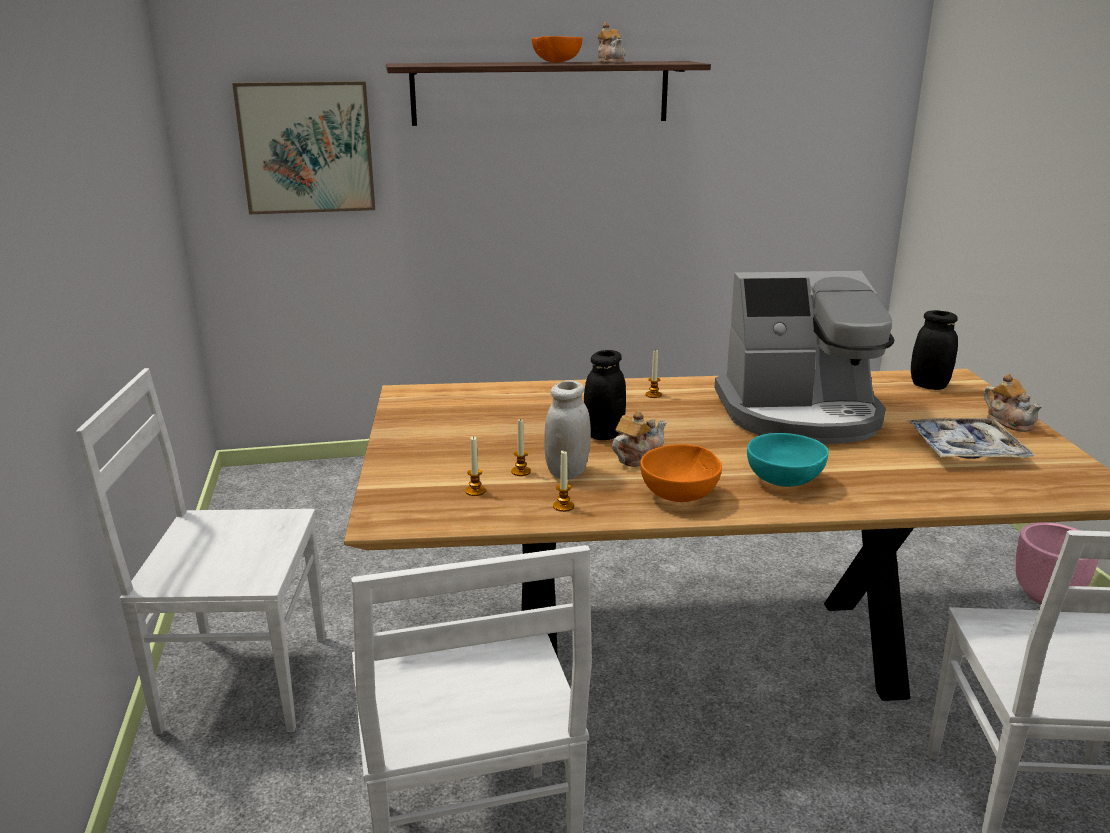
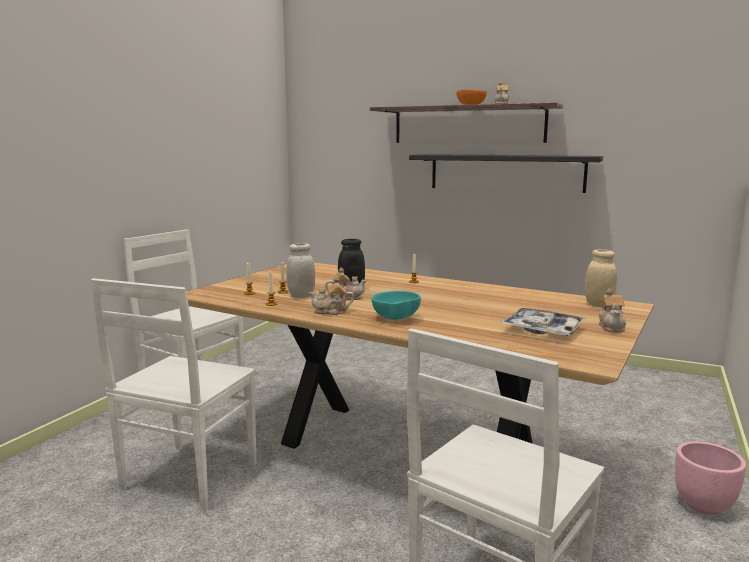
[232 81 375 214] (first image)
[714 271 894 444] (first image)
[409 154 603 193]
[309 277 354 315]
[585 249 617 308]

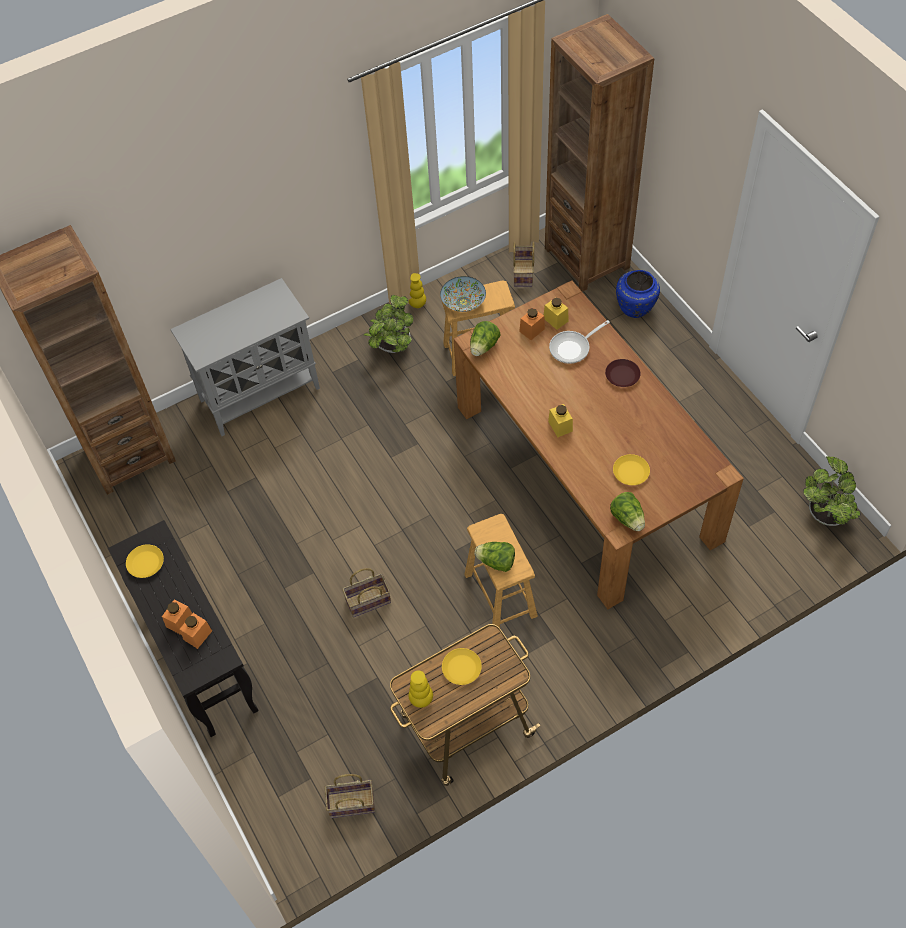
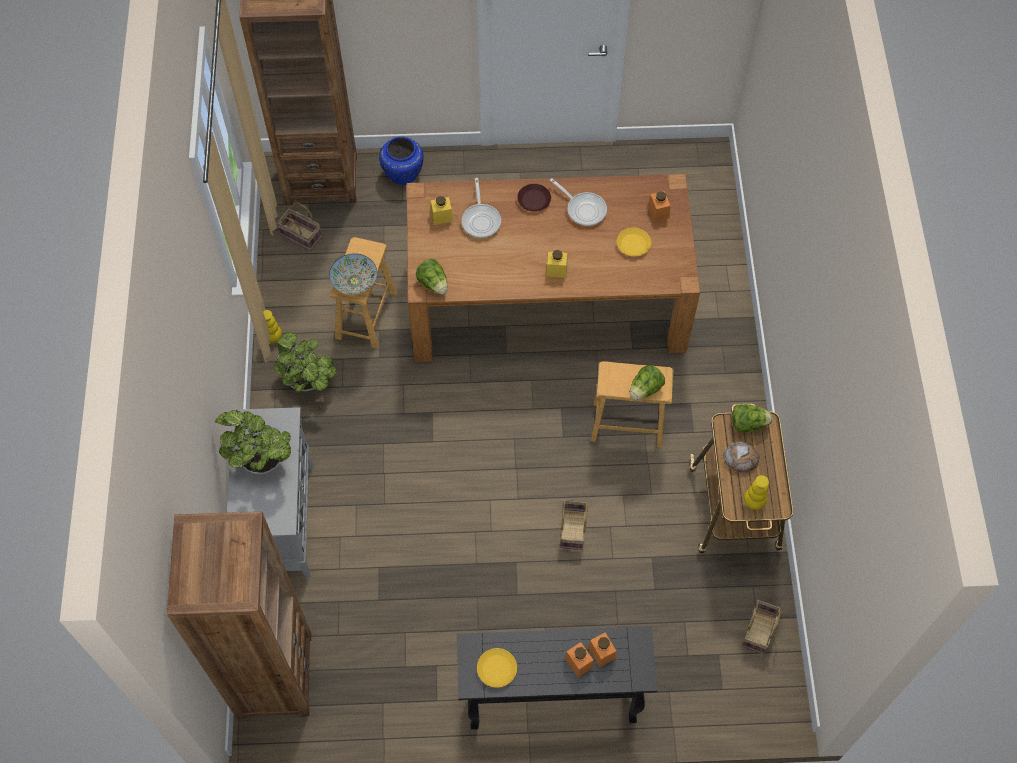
[550 178 607 226]
[648 191 671 222]
[732 404 772 432]
[215 410 291 474]
[723 442 760 475]

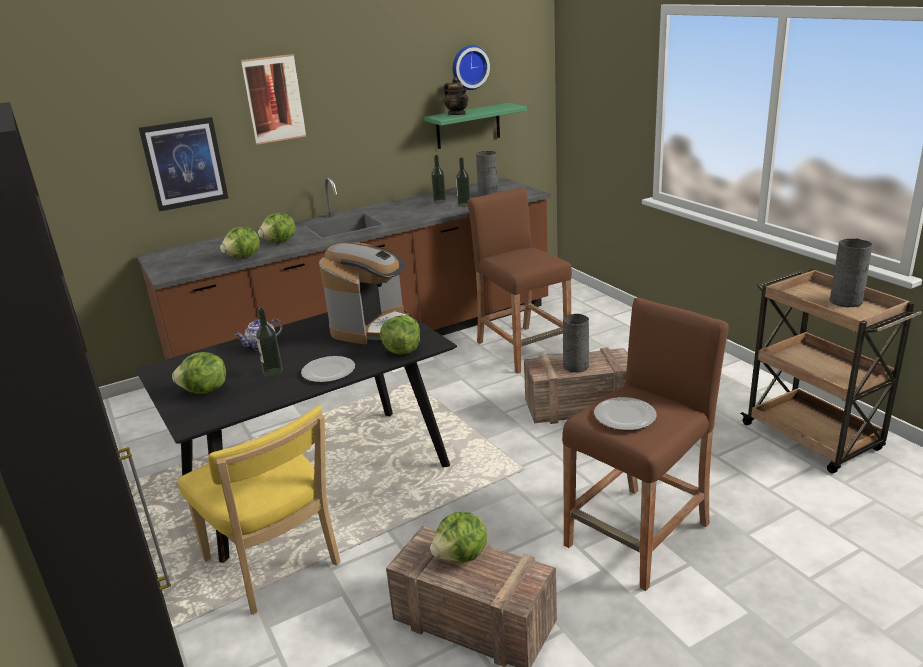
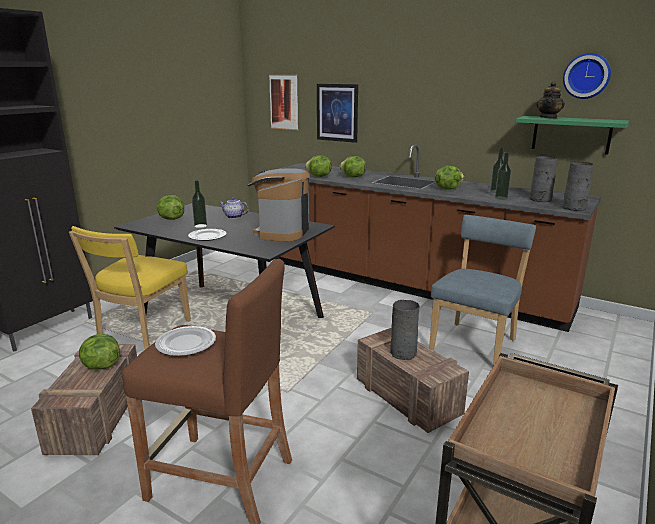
[269 75 298 130]
[435 166 464 190]
[562 162 594 211]
[429 215 536 366]
[247 168 310 241]

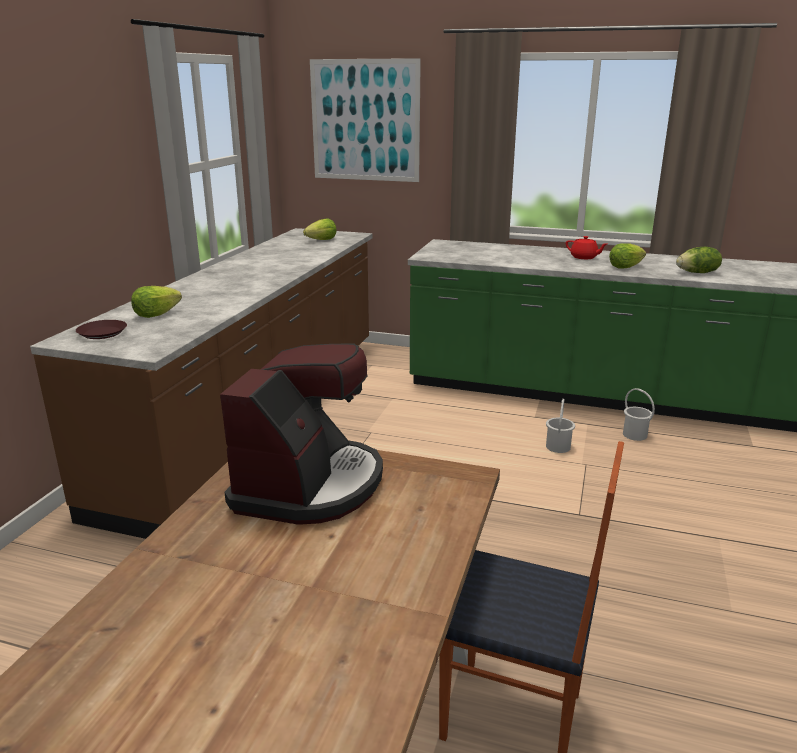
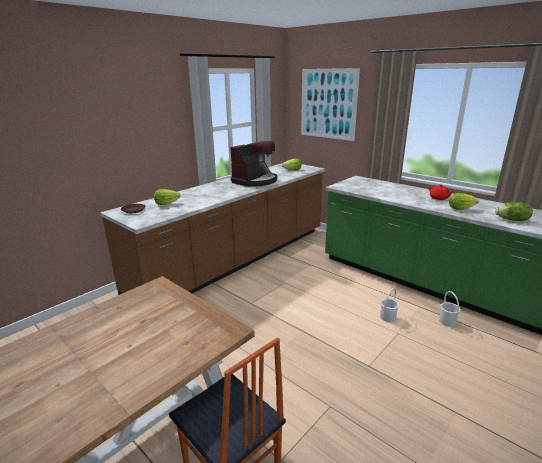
[230 141 277 187]

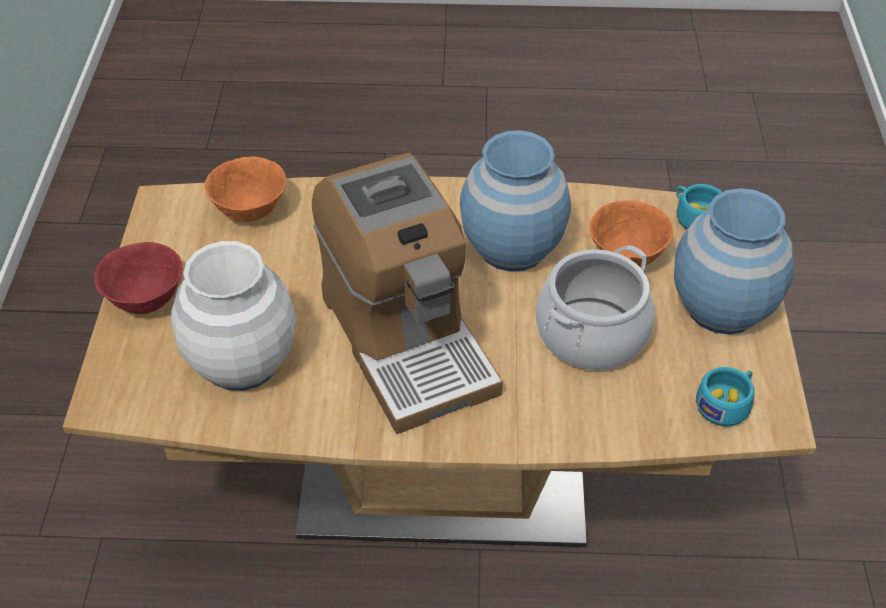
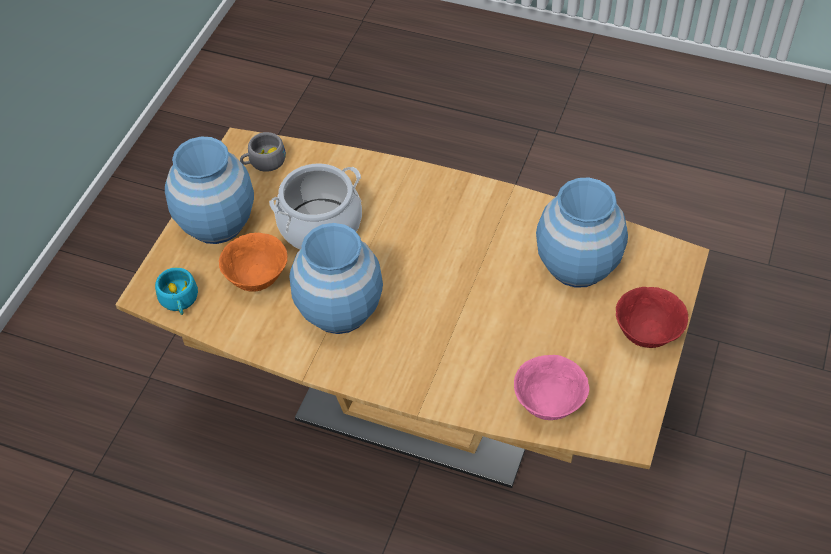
[312 153 503 434] (first image)
[536 178 628 288]
[514 355 589 420]
[240 132 286 172]

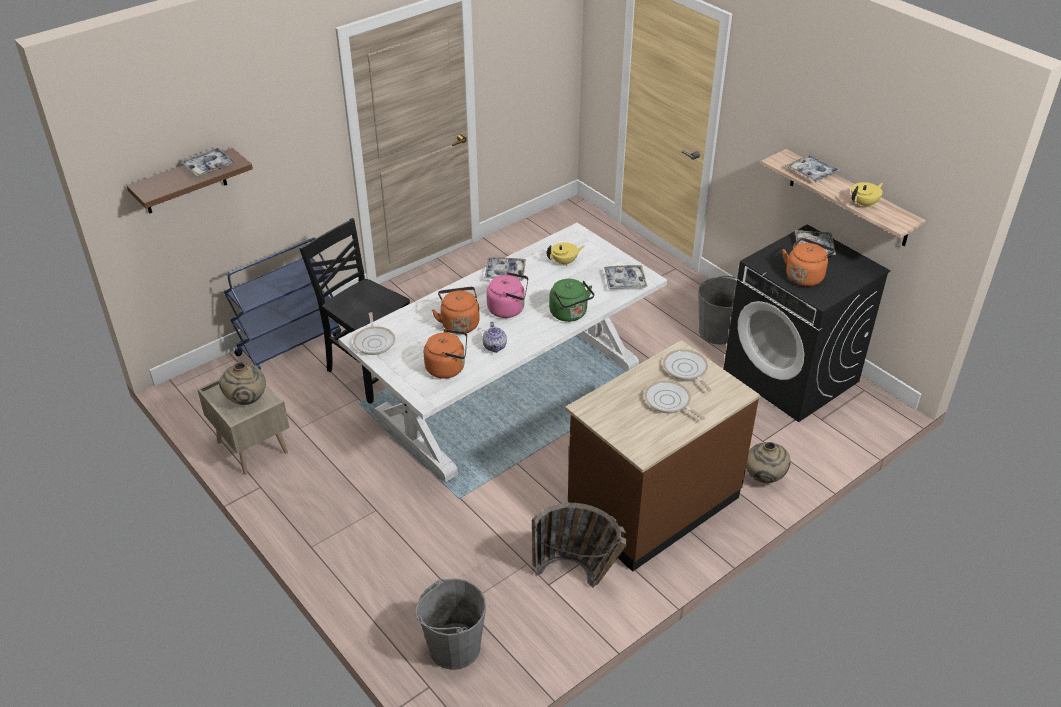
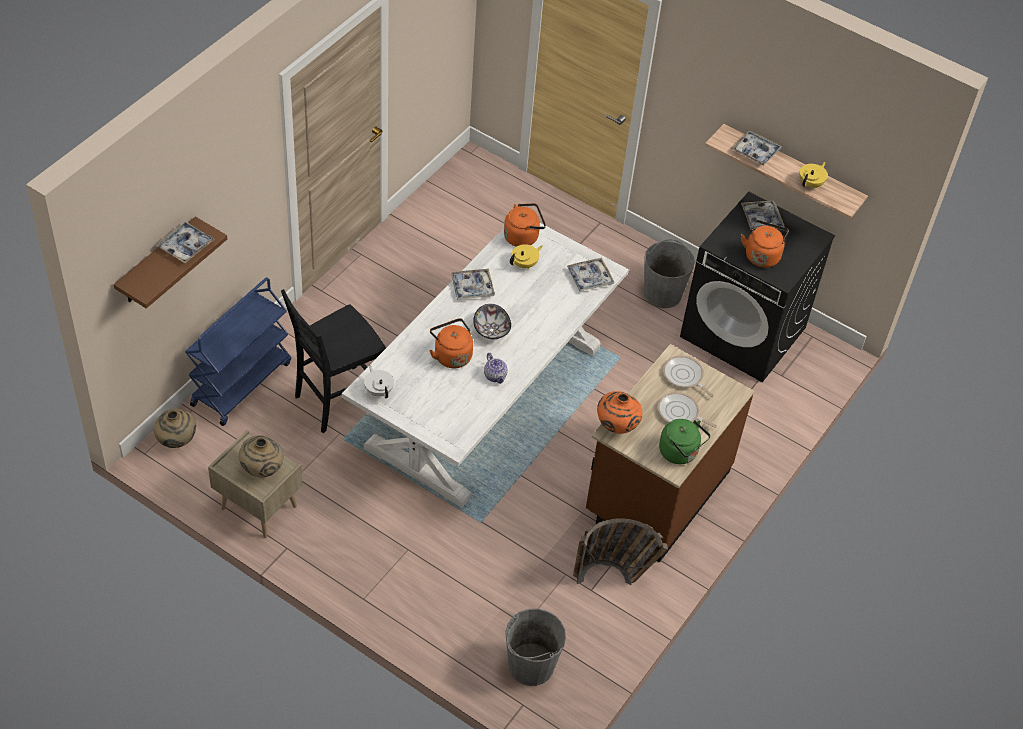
[597 391 642 434]
[504 203 546 247]
[659 419 710 464]
[154 409 196 448]
[364 365 394 398]
[473 304 511 339]
[281 289 386 433]

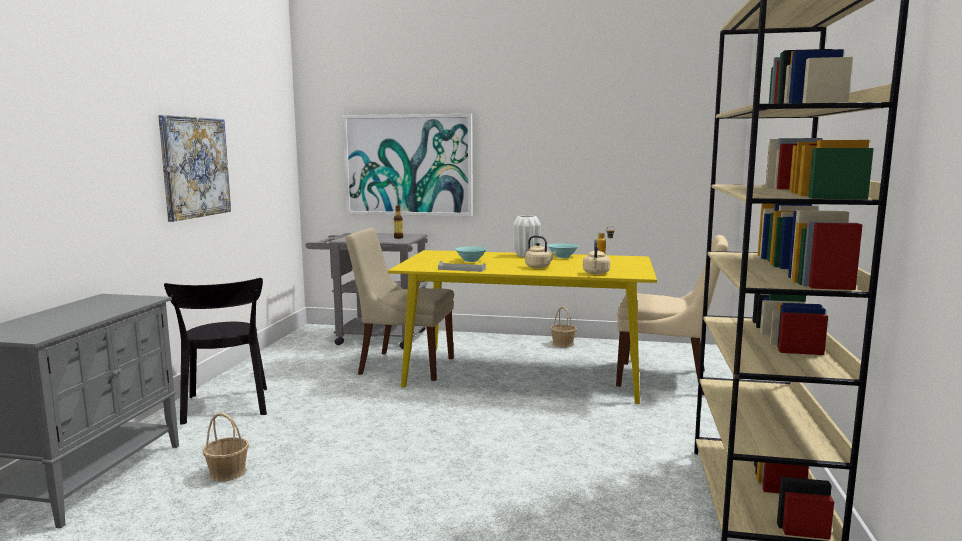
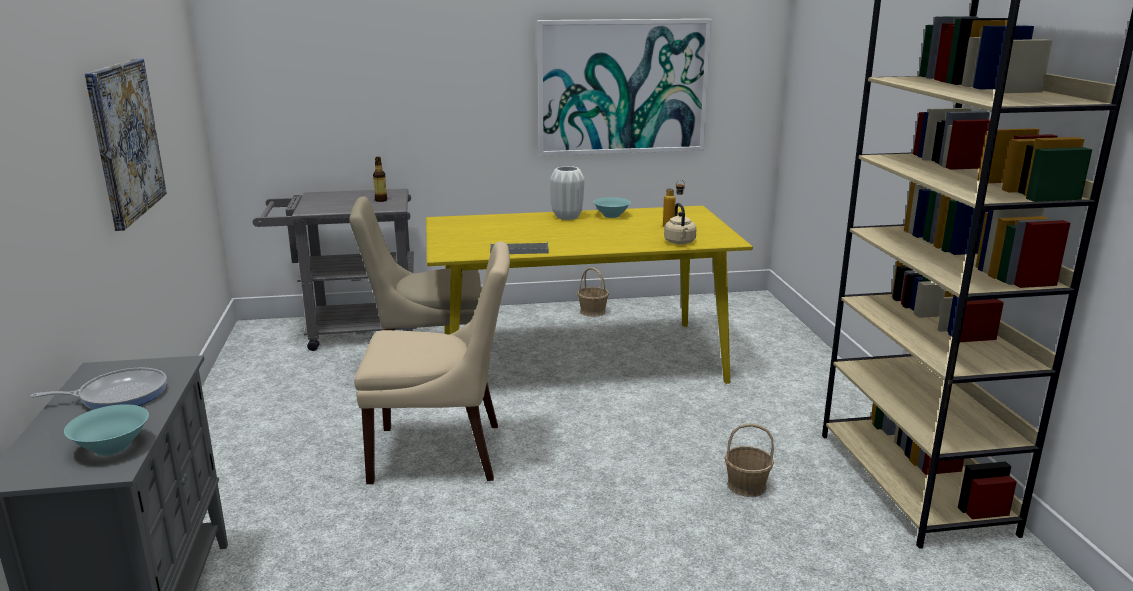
[164 278 267 425] (first image)
[525 236 556 268] (first image)
[31 368 167 409]
[724 423 774 497]
[537 19 711 156]
[64 404 149 456]
[354 242 510 484]

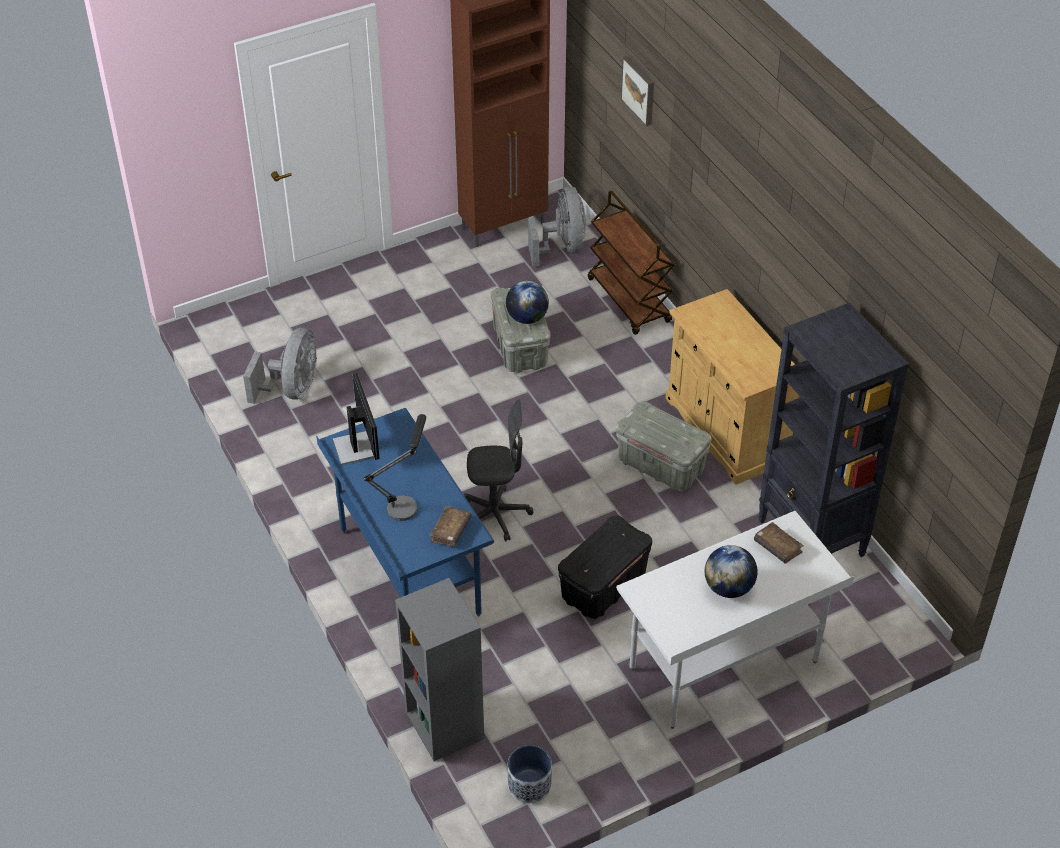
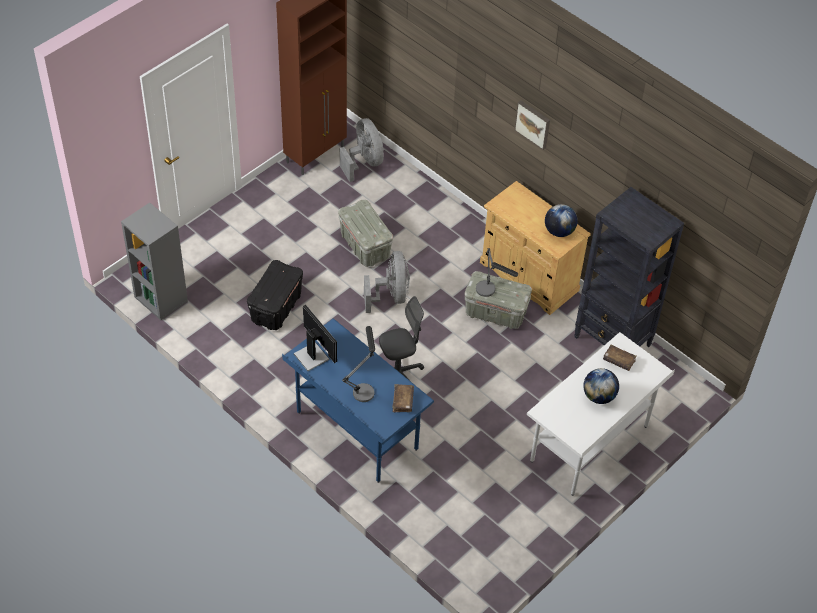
[508 745 552 803] (first image)
[588 191 675 335] (first image)
[476 248 518 297]
[364 251 410 313]
[121 203 188 320]
[545 204 578 237]
[247 260 303 330]
[514 100 550 150]

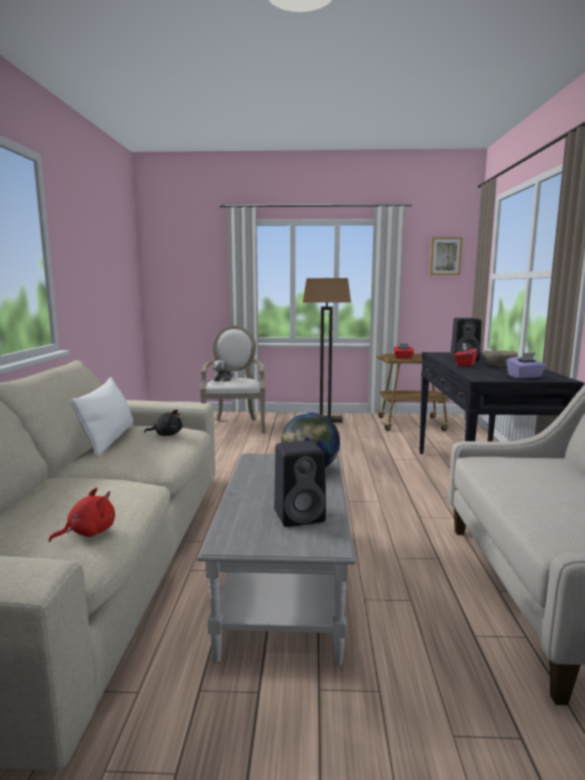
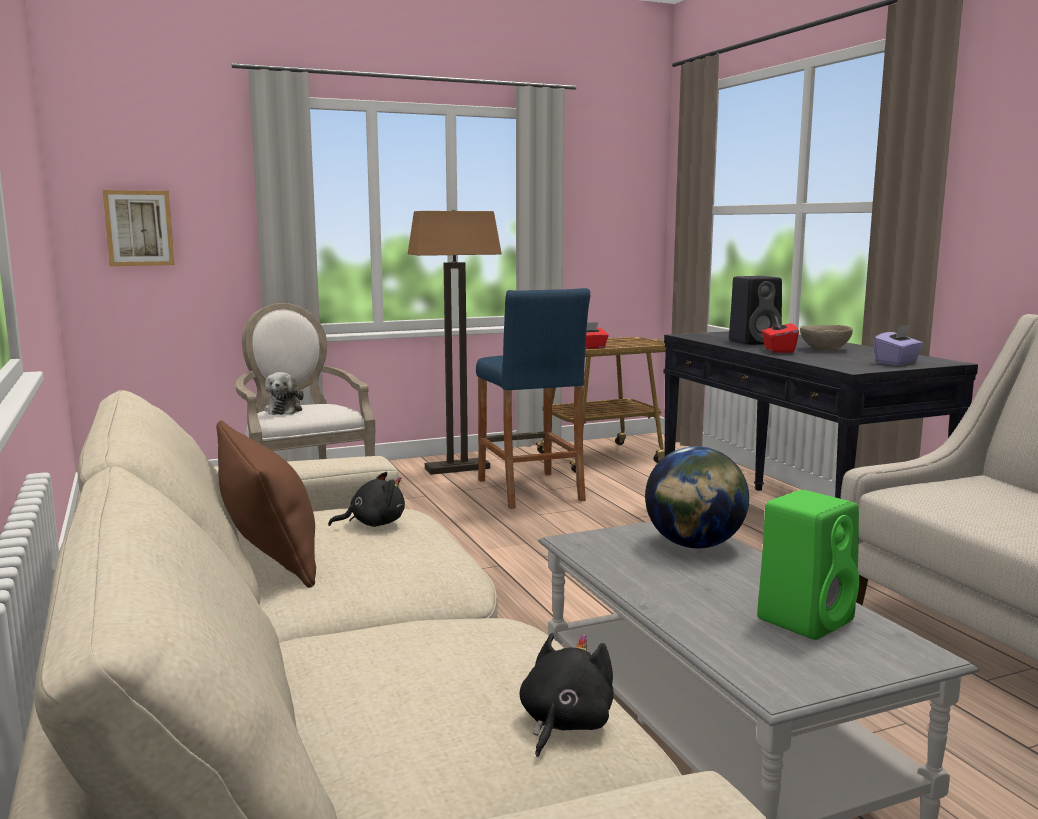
[476 288 590 509]
[103 190 175 266]
[520 633 614 757]
[216 420 316 588]
[757 490 859 640]

